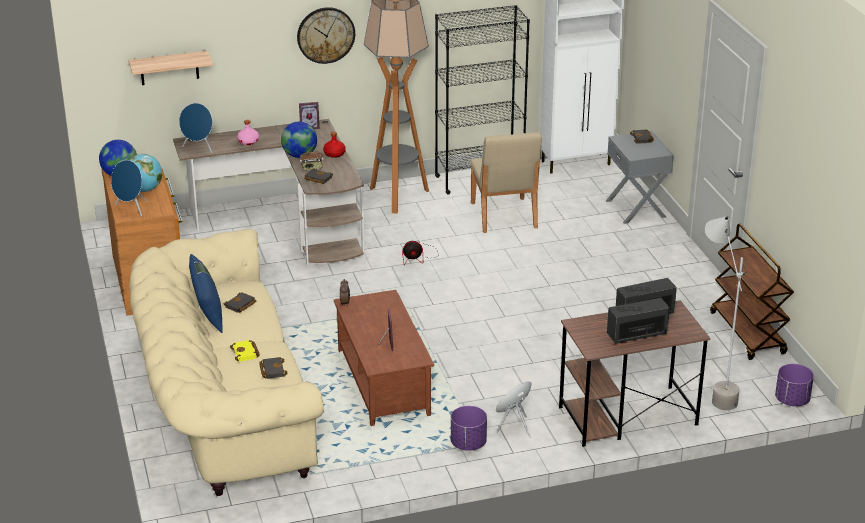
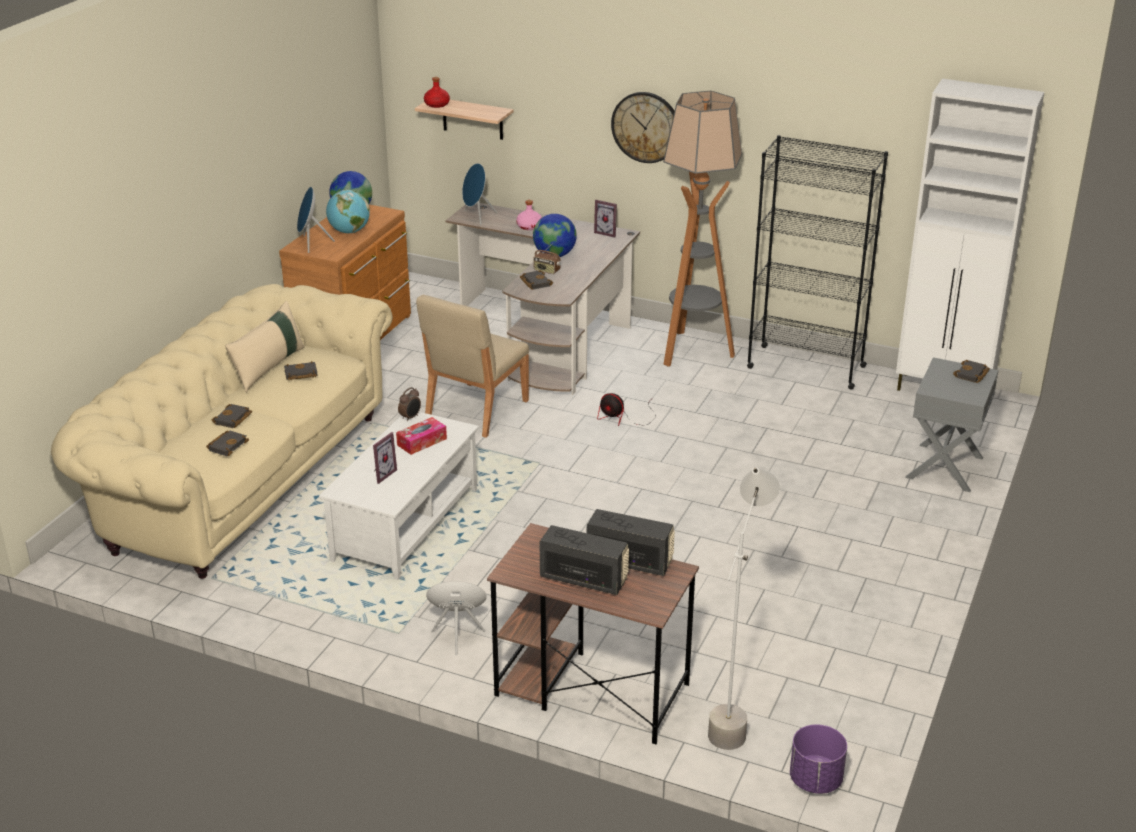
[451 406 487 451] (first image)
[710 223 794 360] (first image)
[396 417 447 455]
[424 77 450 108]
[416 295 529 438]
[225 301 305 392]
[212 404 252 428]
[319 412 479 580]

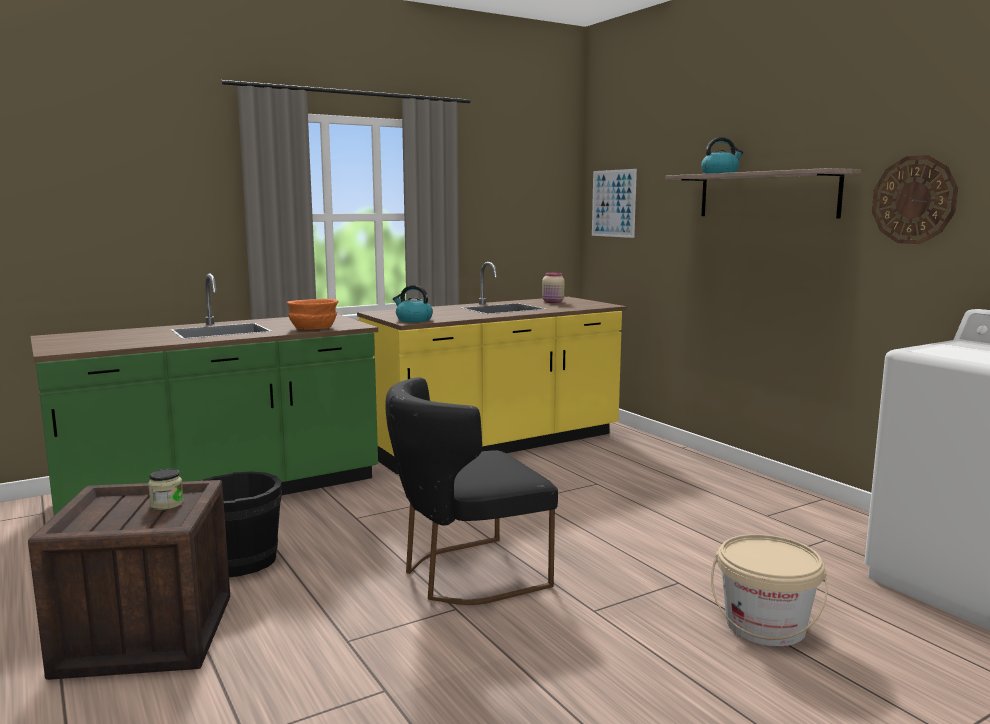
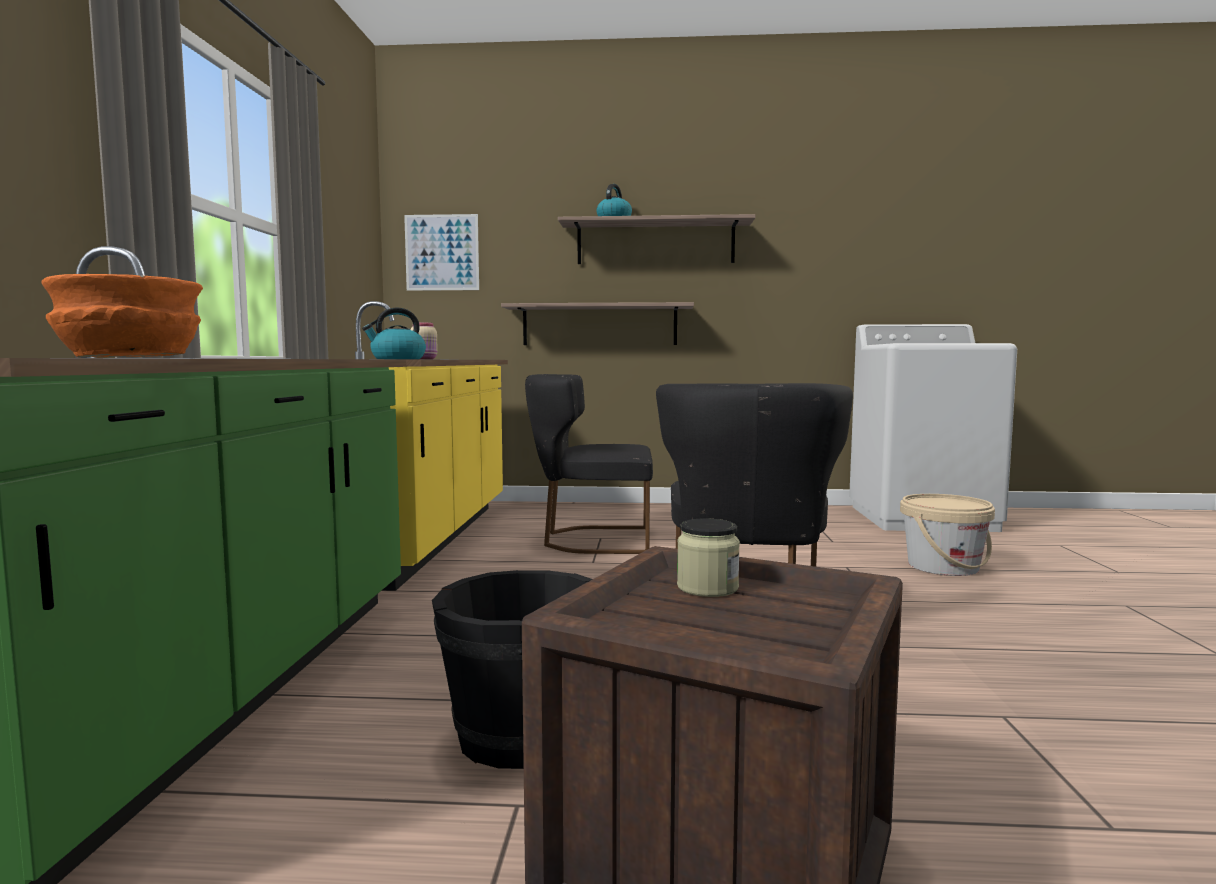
[872 155 958 244] (first image)
[501 302 694 345]
[525 374 653 554]
[41 274 203 358]

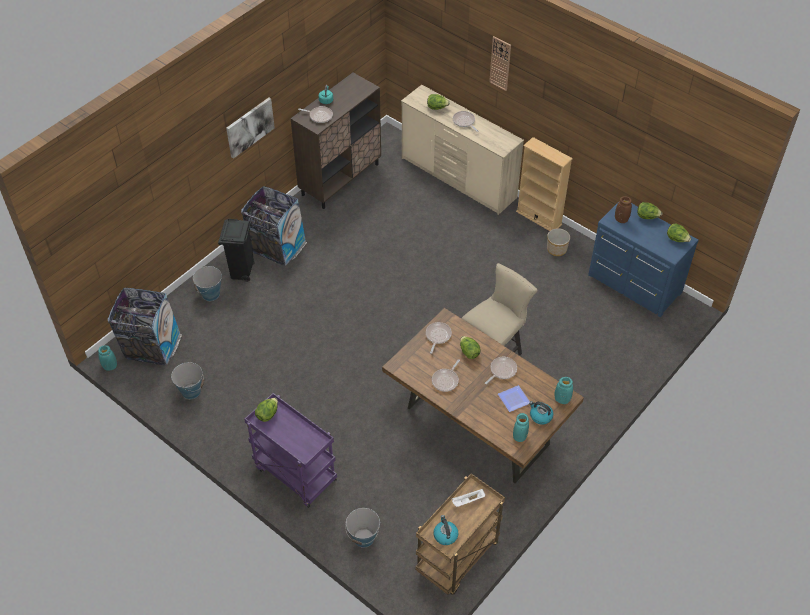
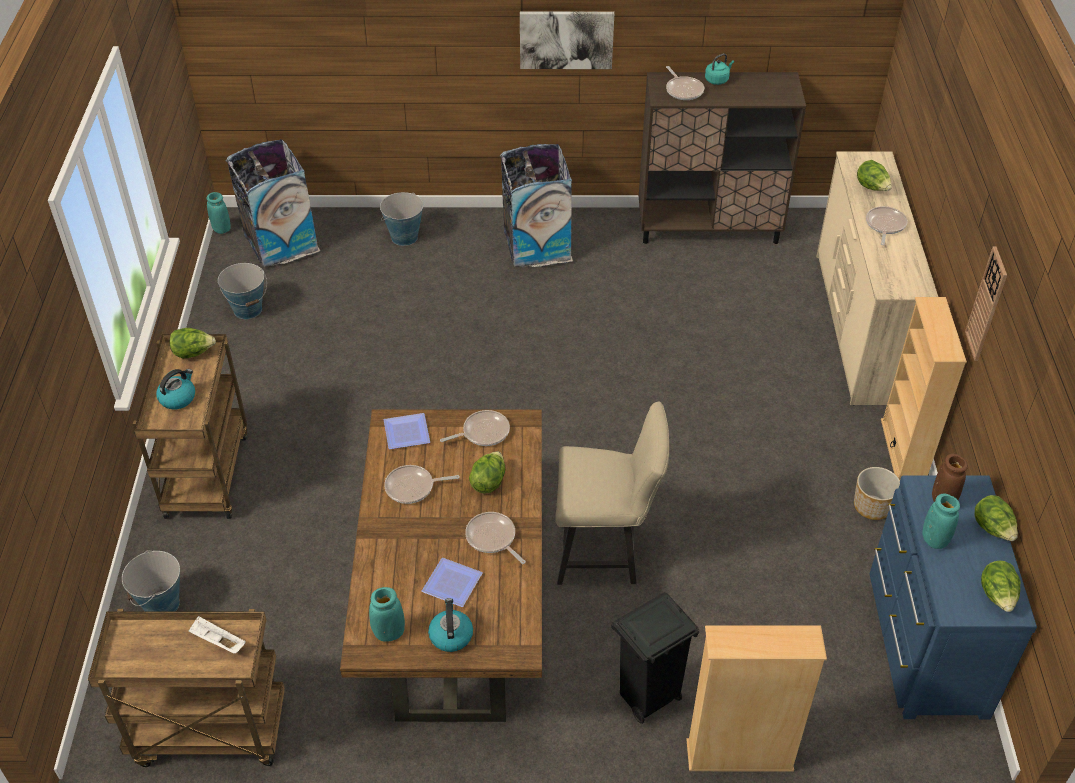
[383 413 430 449]
[686 625 827 771]
[611 592 699 724]
[156 369 195 409]
[965 246 1007 361]
[922 493 960 549]
[133 334 247 519]
[465 512 526 564]

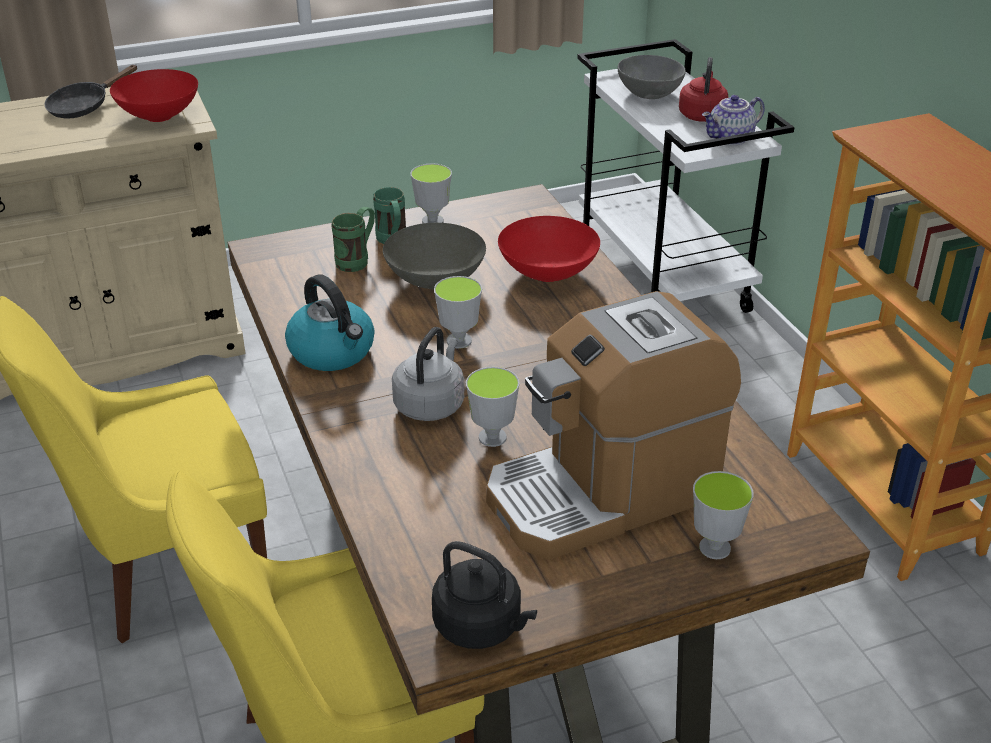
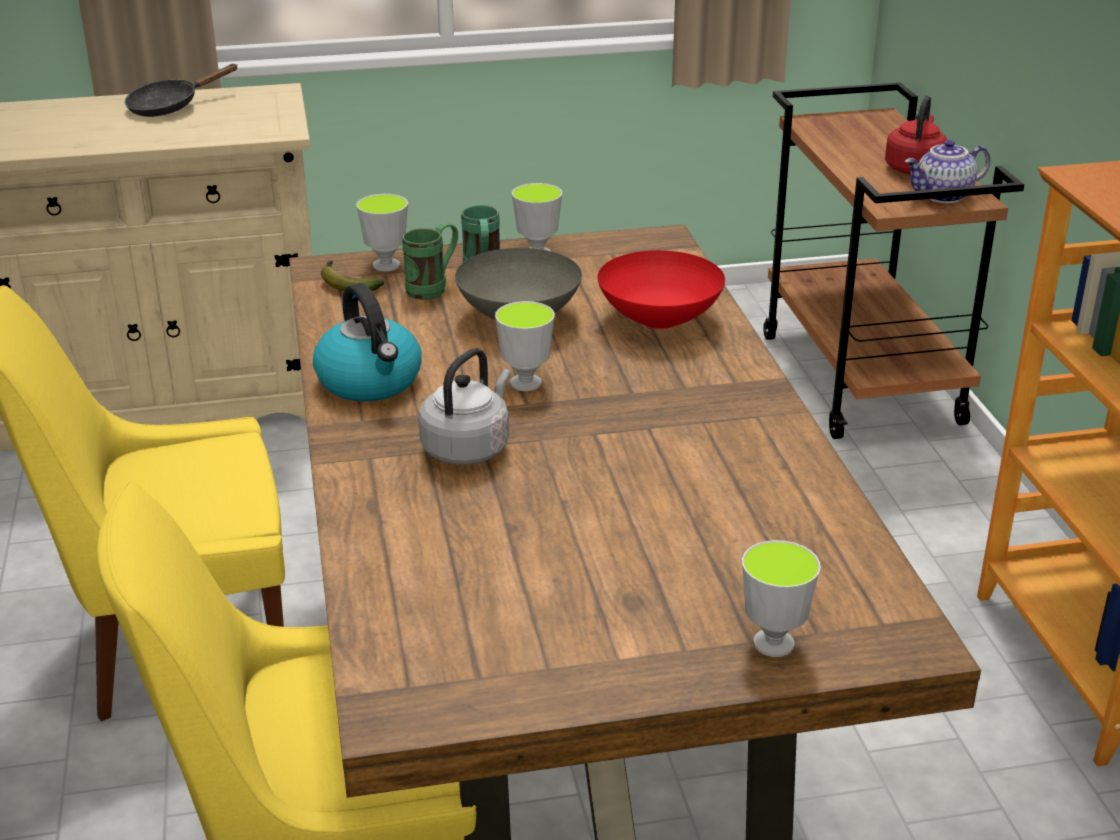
[110 69 198 122] (first image)
[432 541 537 649] (first image)
[486 291 741 560] (first image)
[617 55 686 99] (first image)
[321 261 384 291]
[356 194 408 271]
[763 82 1024 439]

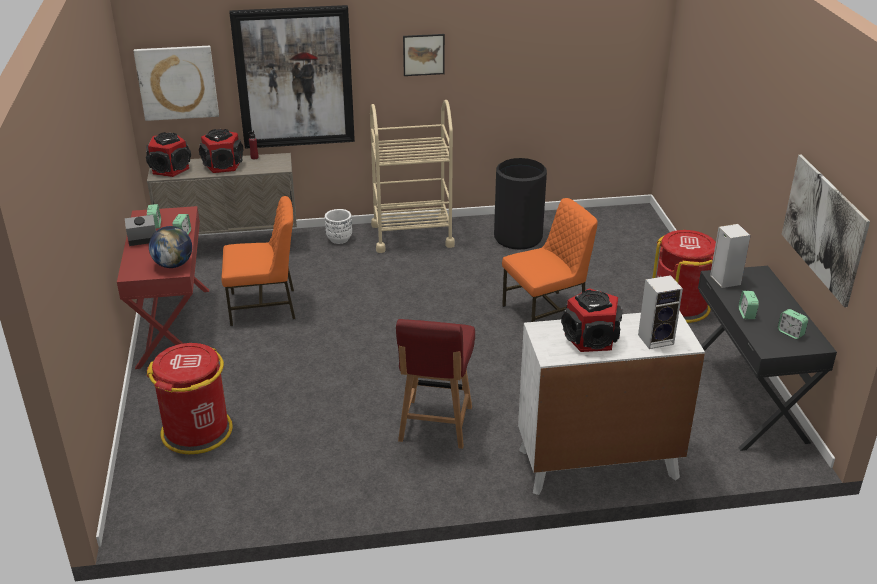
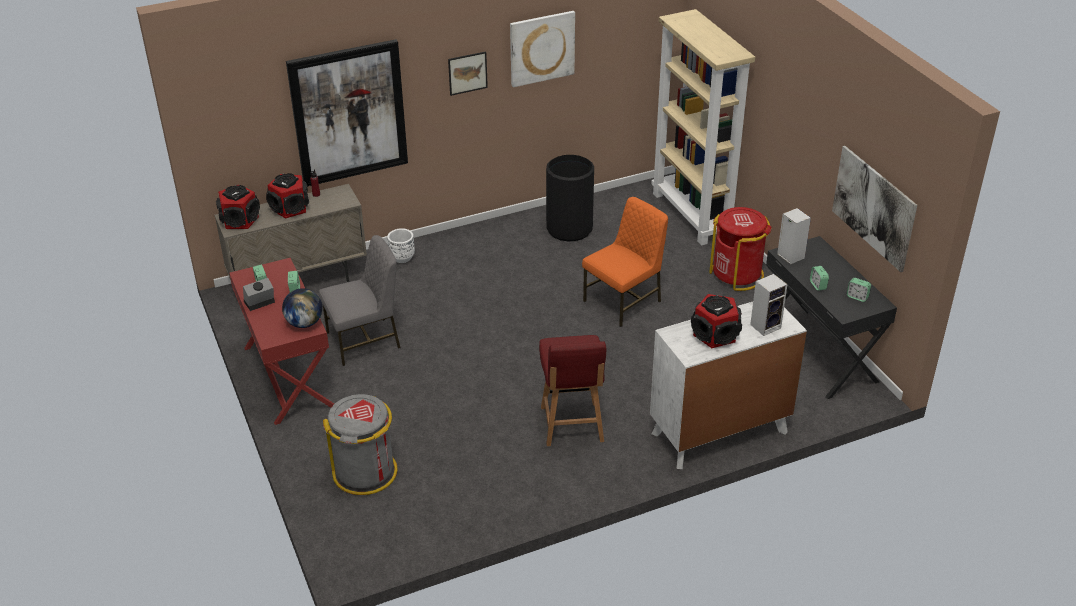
[370 100 455 253] (first image)
[651 9 755 246]
[510 11 575 87]
[323 394 397 495]
[319 235 400 366]

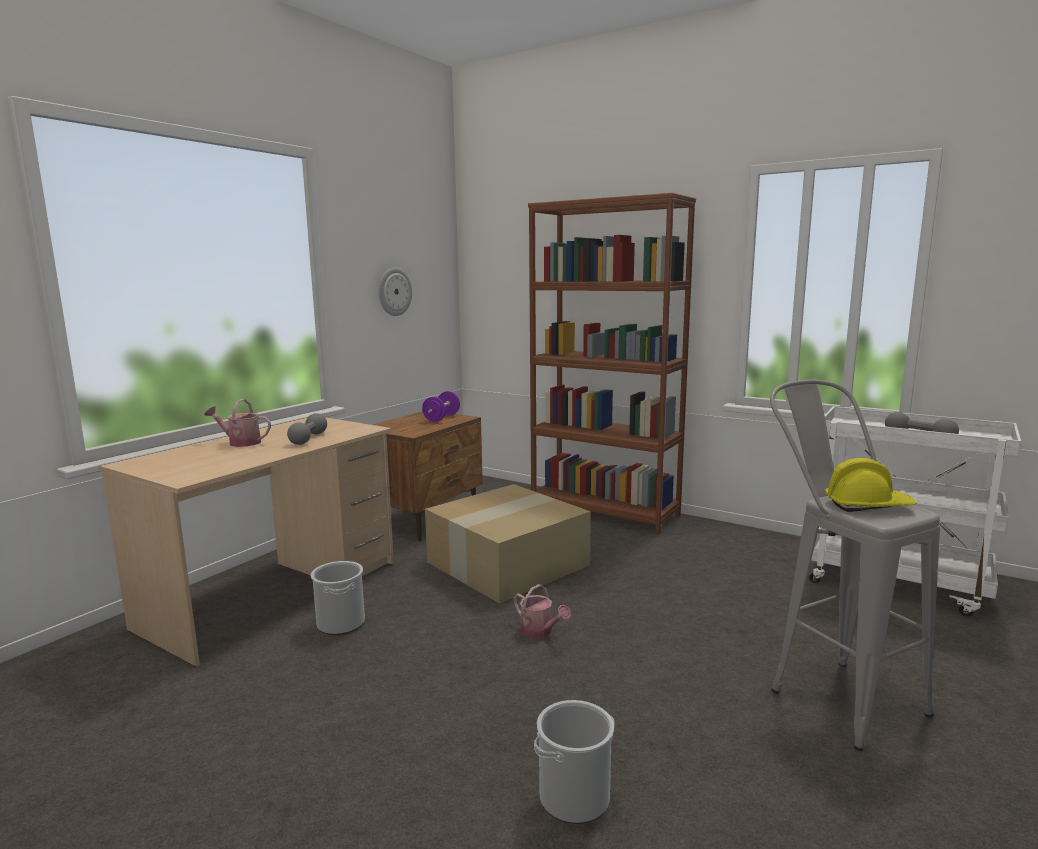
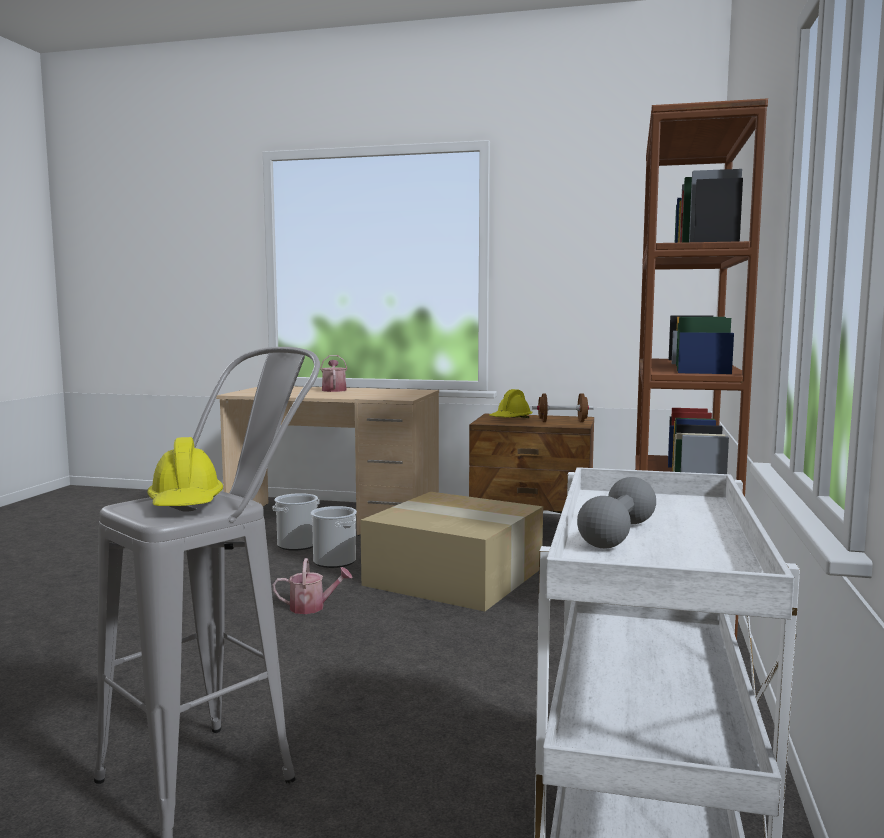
[287 413 327 445] (first image)
[379 268 412 316] (first image)
[489 389 532 418]
[311 506 357 568]
[532 393 594 422]
[272 558 353 614]

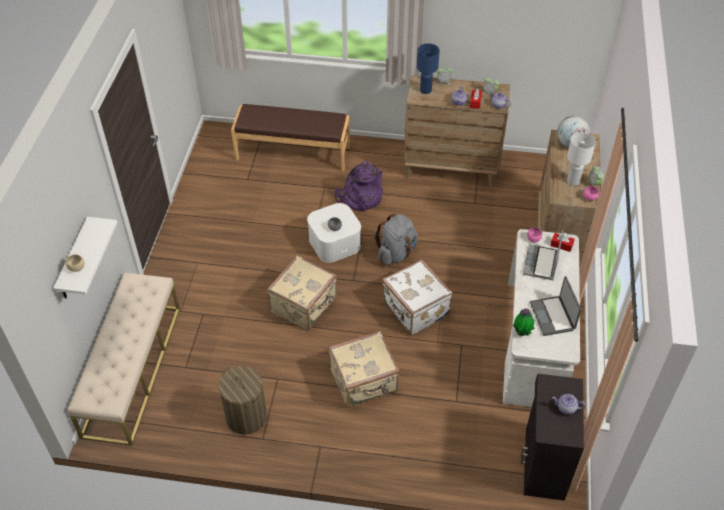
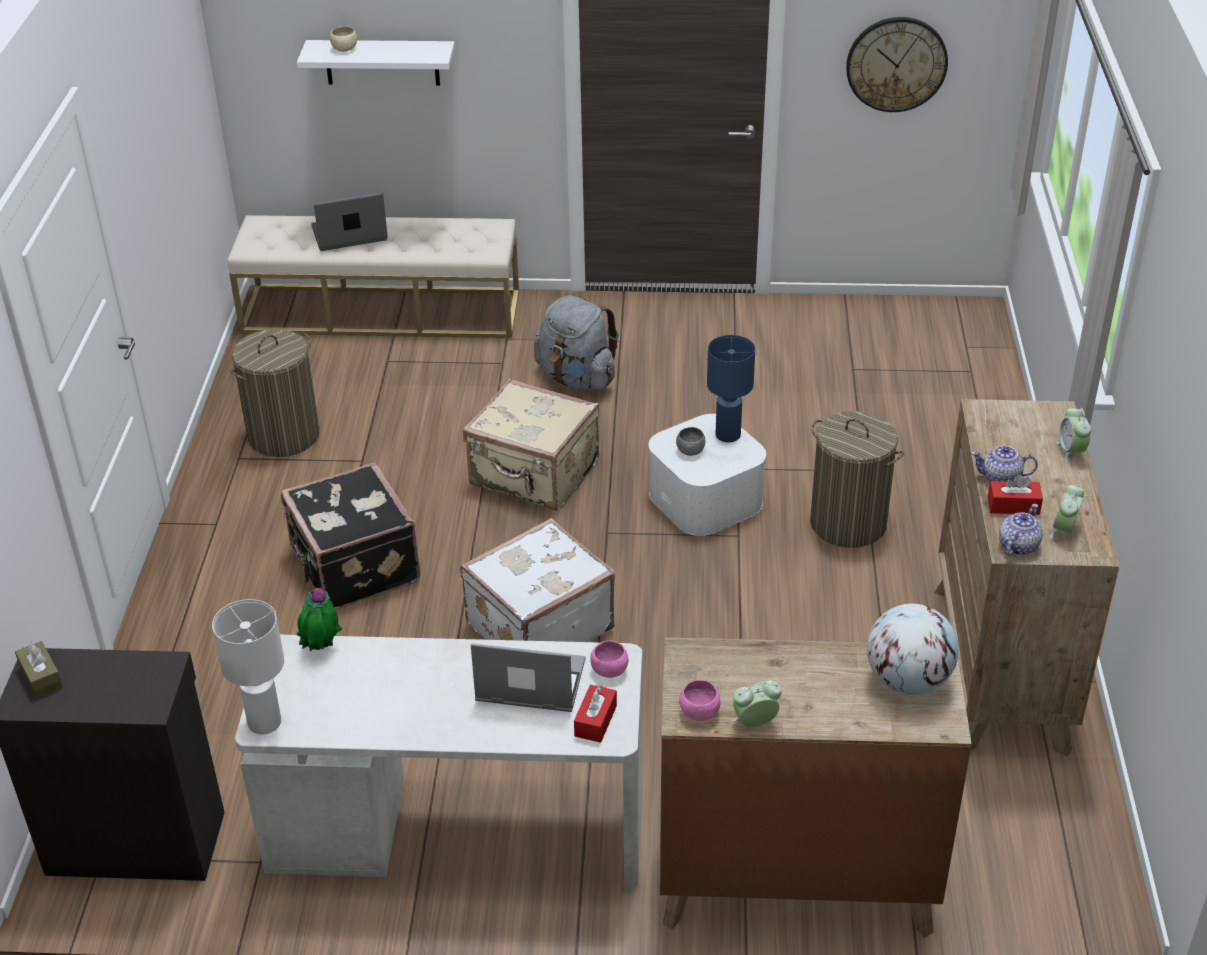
[231 104 350 171] (first image)
[552 394 585 415] (first image)
[15 641 63 698]
[846 17 948 112]
[534 296 619 390]
[707 335 755 442]
[311 192 388 251]
[212 599 284 734]
[810 411 904 548]
[281 462 421 610]

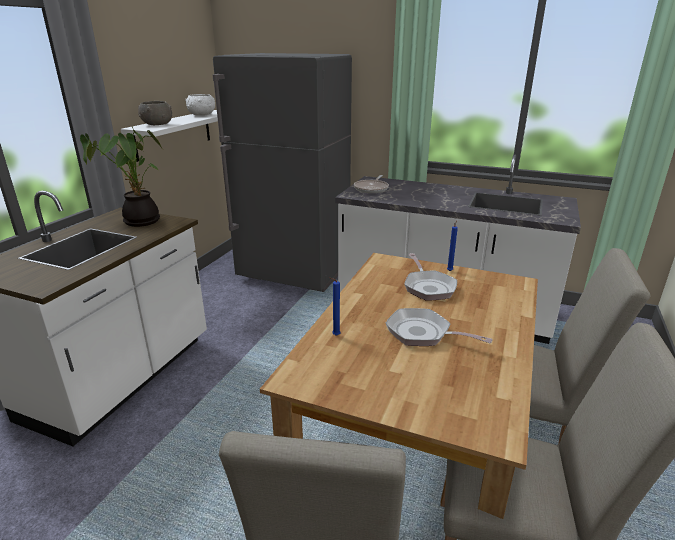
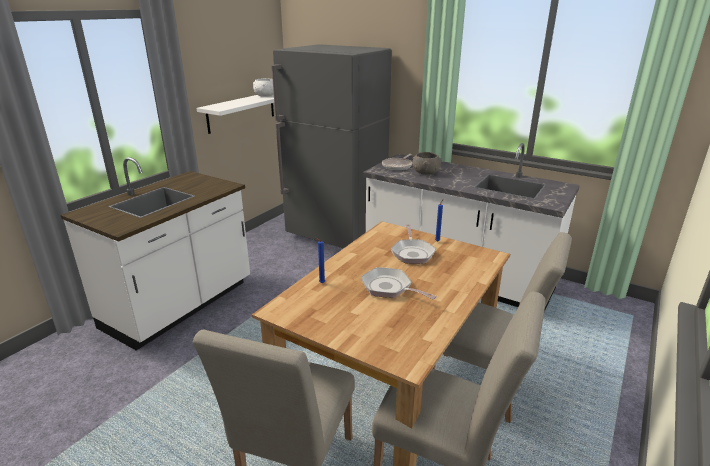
[80 127 162 227] (first image)
[412 152 441 175]

